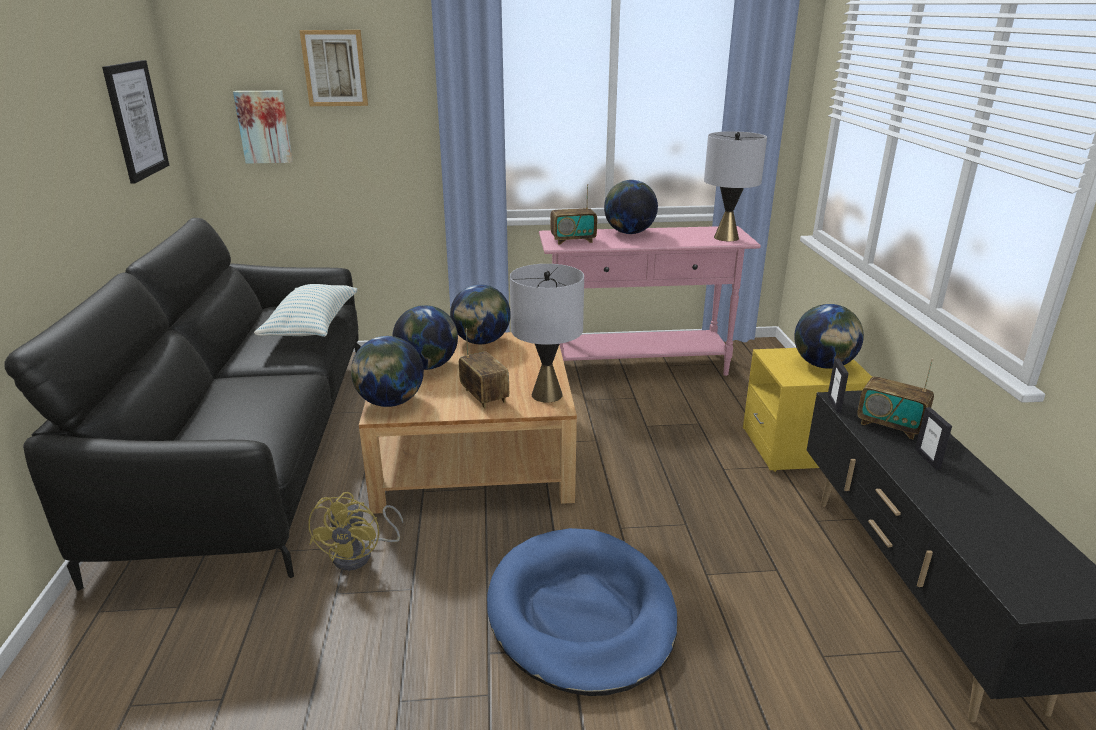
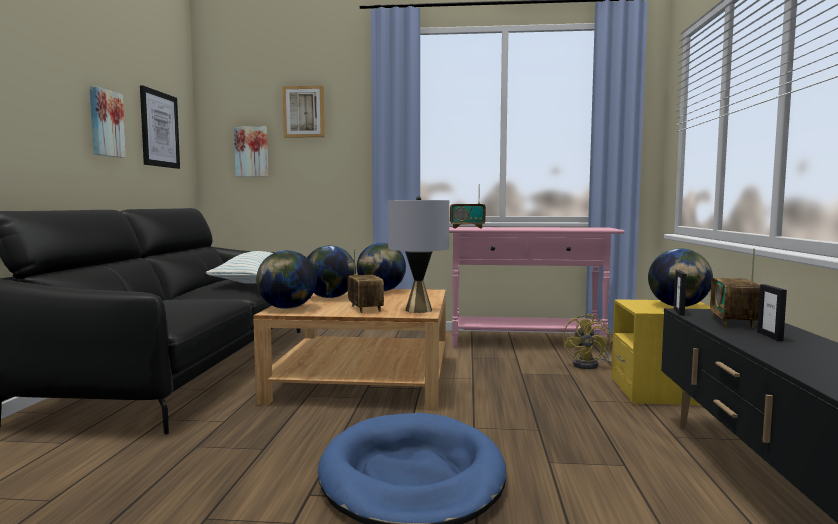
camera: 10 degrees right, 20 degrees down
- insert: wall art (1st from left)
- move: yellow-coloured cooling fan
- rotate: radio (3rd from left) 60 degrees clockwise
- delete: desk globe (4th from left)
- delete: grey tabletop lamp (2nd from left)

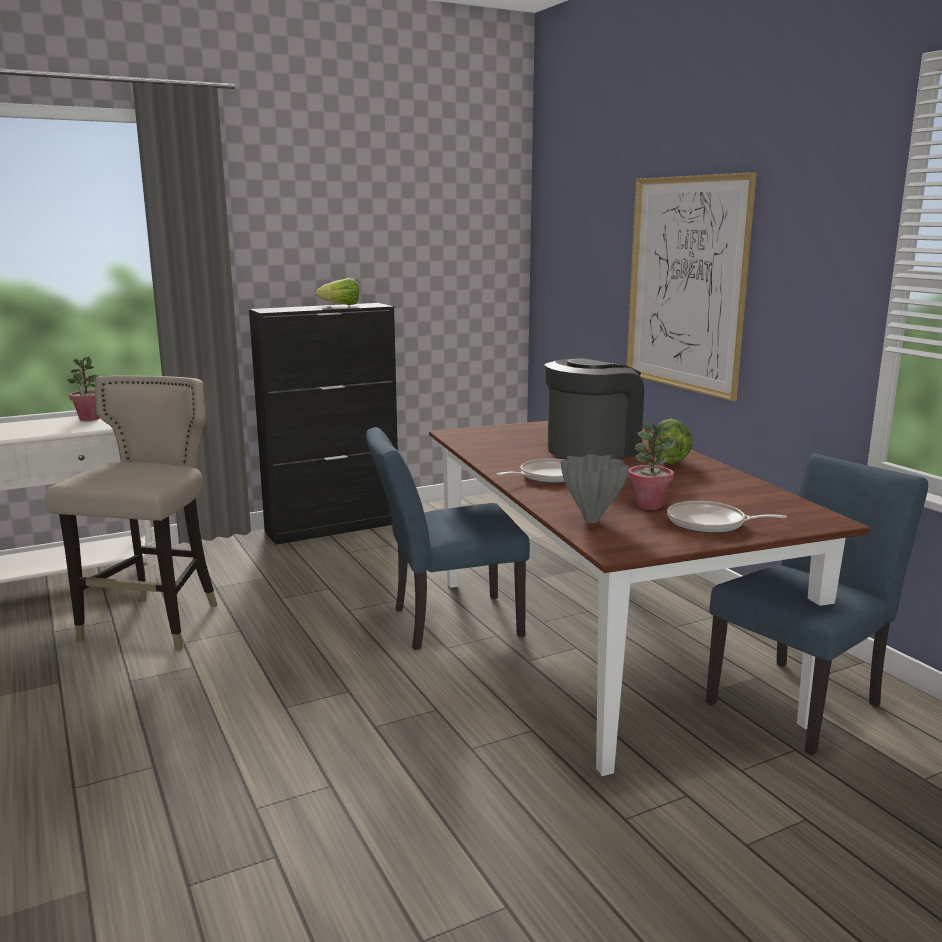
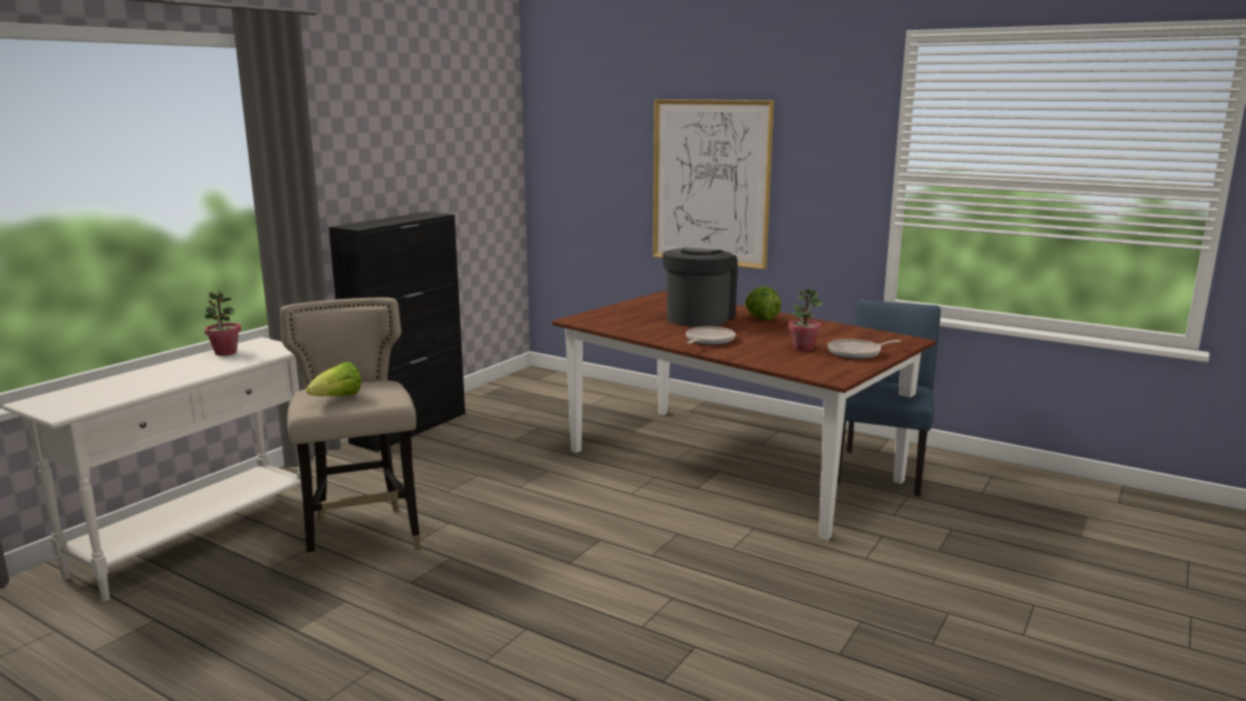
camera: 30 degrees left, 0 degrees up
- move: head of lettuce (1st from left)
- delete: blue chair (1st from left)
- delete: grey vase

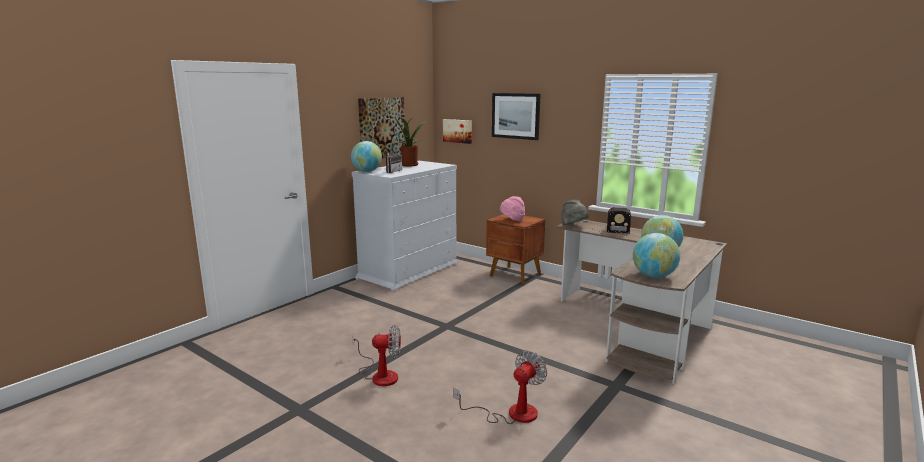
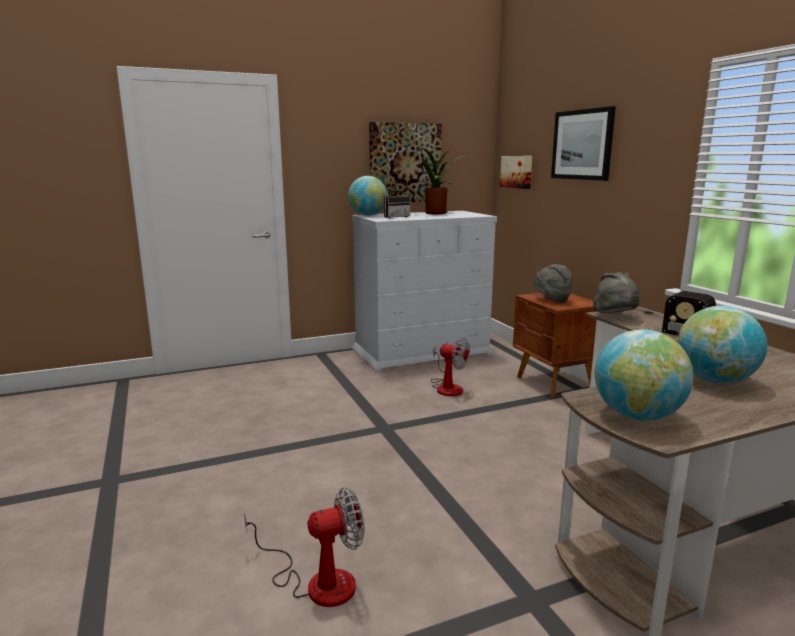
camera: 30 degrees right, 0 degrees up
- move: cooling fan (1st from left in the first image) to cooling fan (2nd from left)
- recolor: pink wearable hat to grey wearable hat (1st from left)

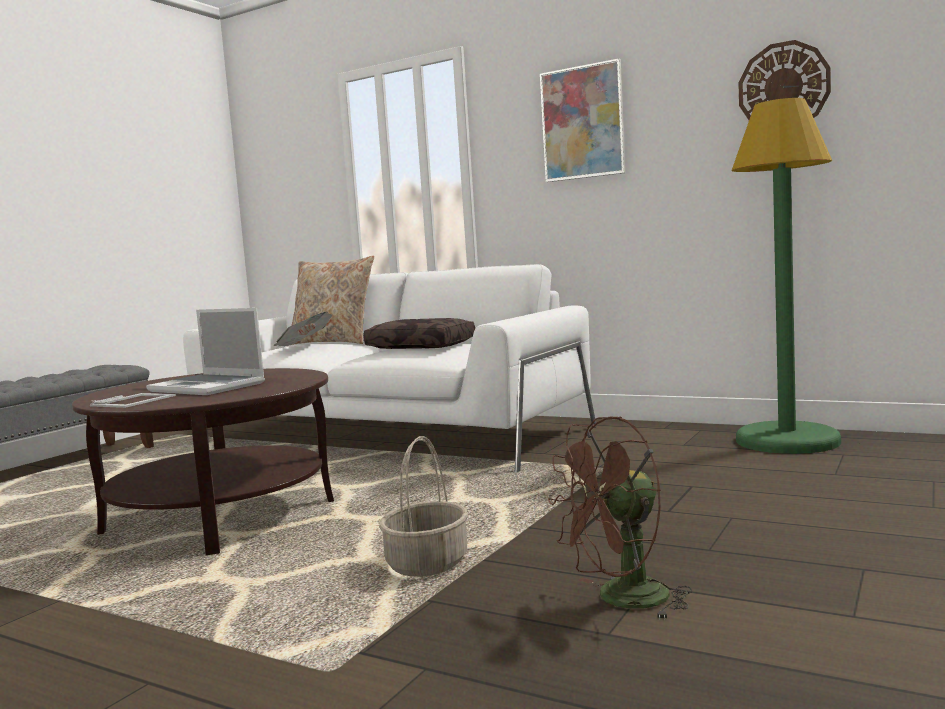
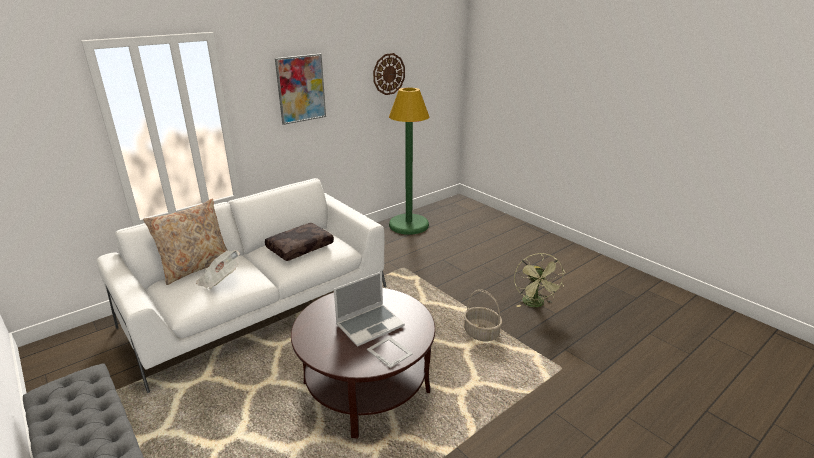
camera: 70 degrees left, 20 degrees up
- recolor: brown-coloured cooling fan to greenish cooling fan

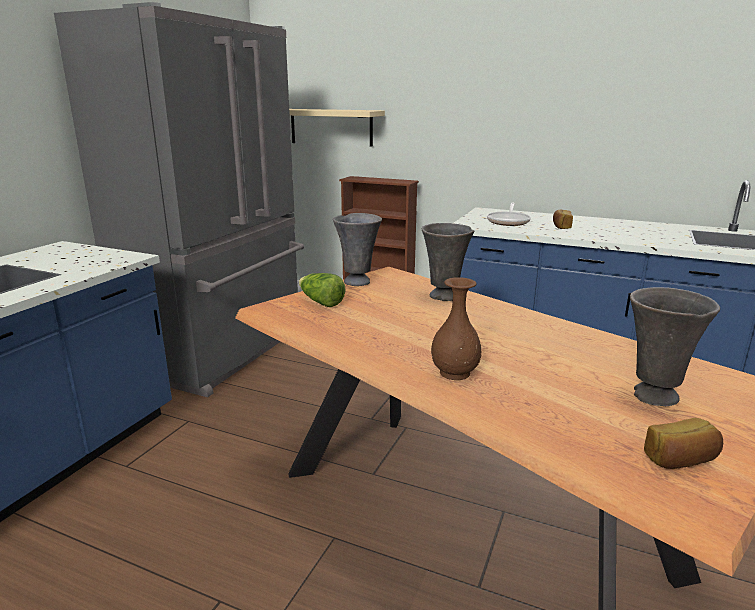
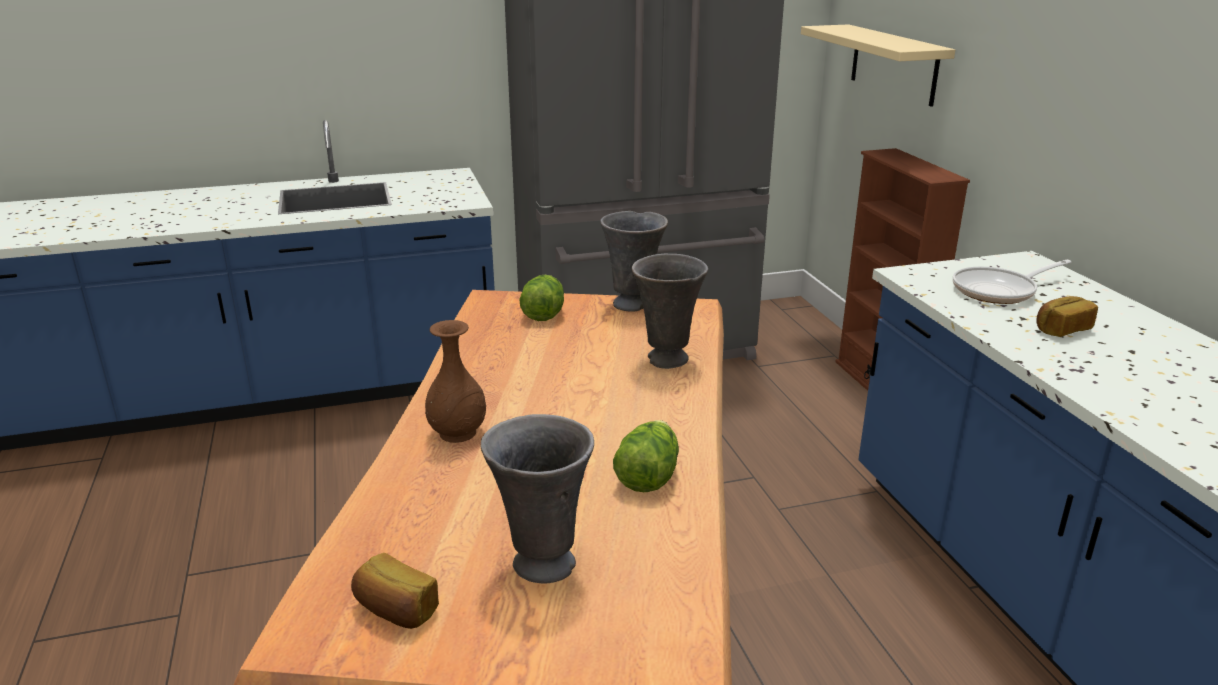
camera: 50 degrees right, 5 degrees up
- insert: head of lettuce (2nd from left)

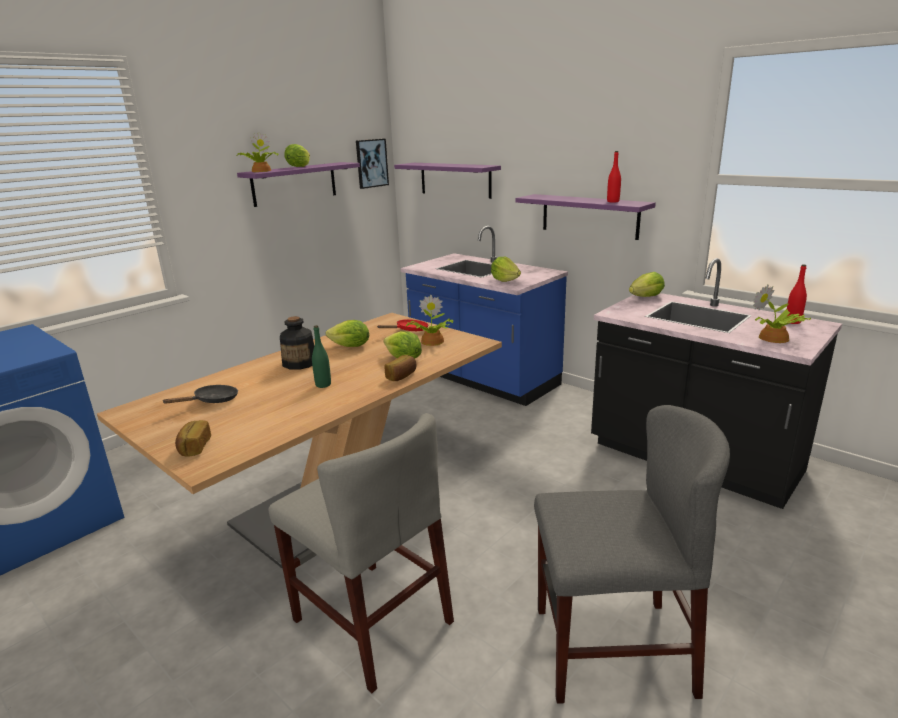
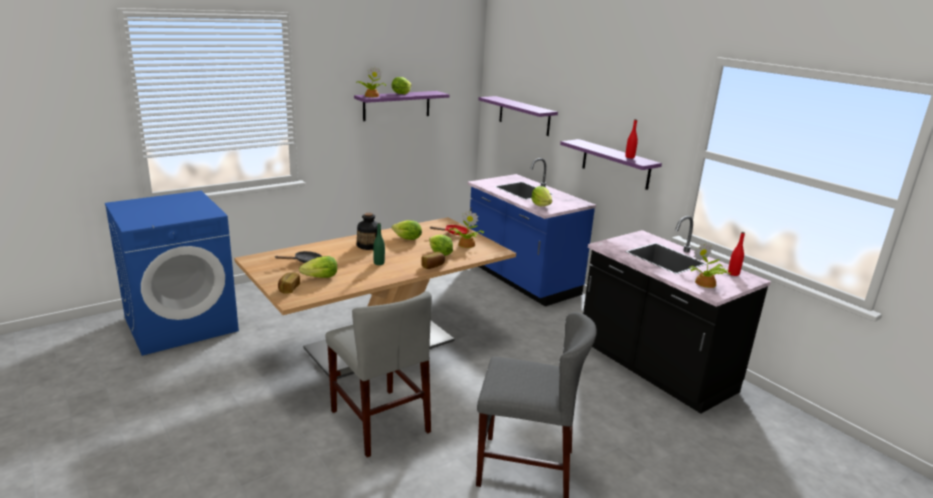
camera: 10 degrees right, 0 degrees up
- move: head of lettuce (5th from left in the first image) to head of lettuce (1st from left)
- delete: wall art

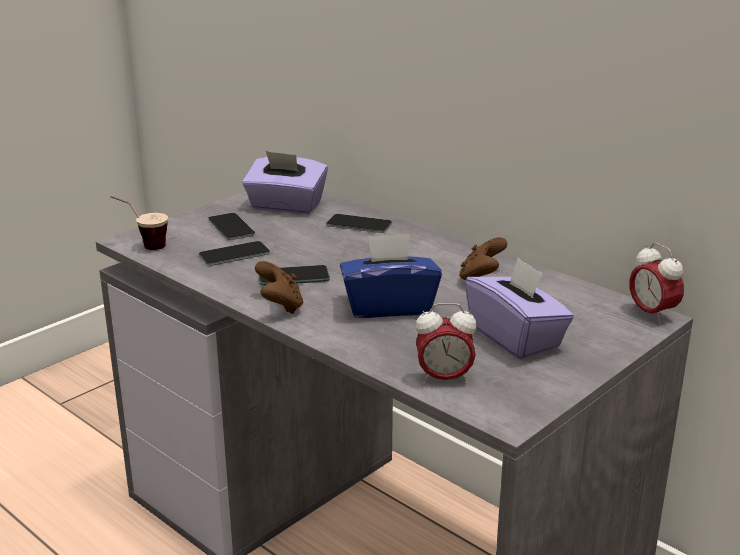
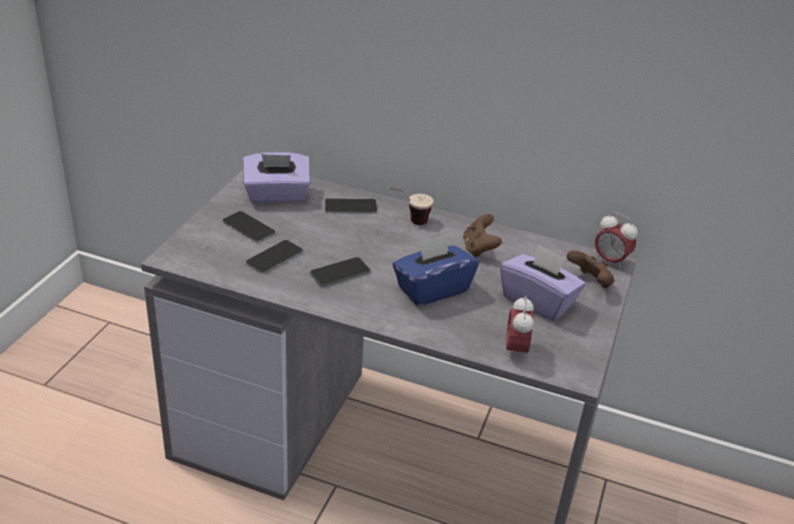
camera: 25 degrees left, 10 degrees up
- move: cup
- rotate: alarm clock (1st from left) 120 degrees clockwise
- move: brown-coloured gamepad (1st from left in the first image) to brown-coloured gamepad (2nd from left)

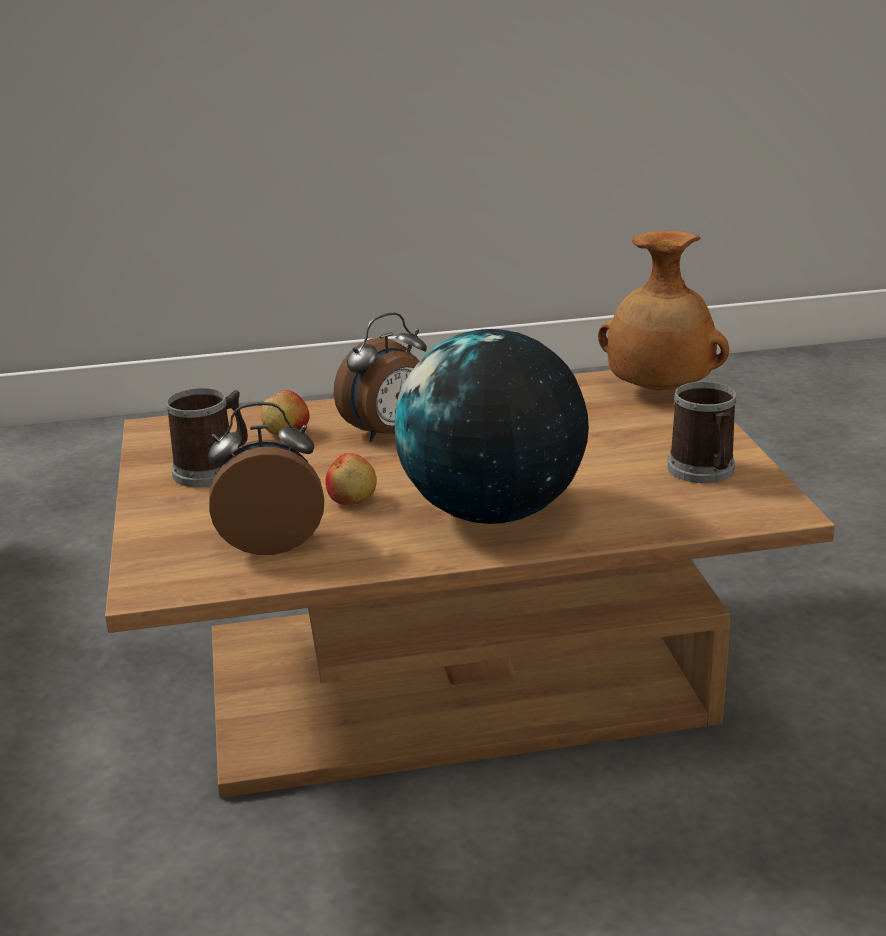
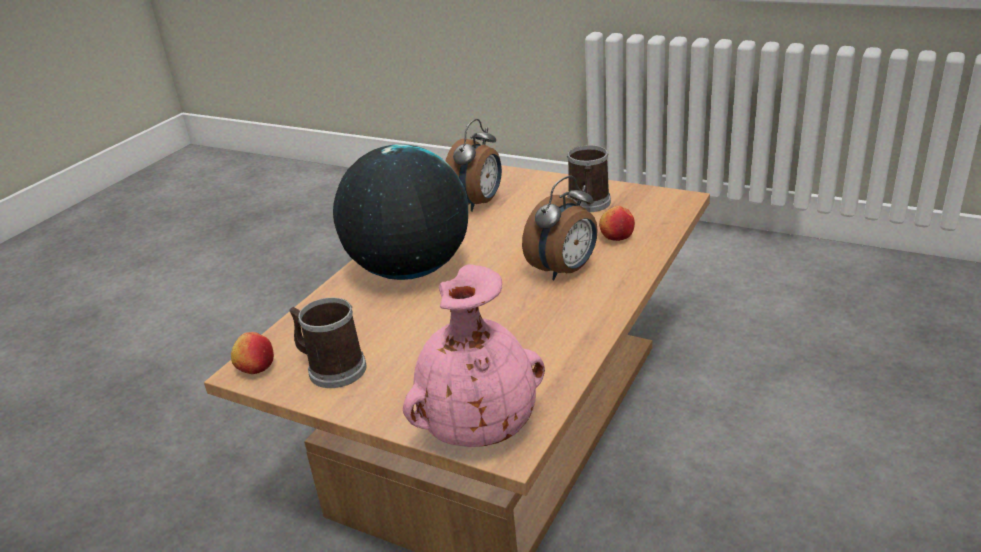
camera: 130 degrees right, 5 degrees up
- move: whole apple (2nd from left in the first image) to whole apple (1st from left)
- recolor: brown-coloured vase to pink vase
- rotate: alarm clock (2nd from left) 135 degrees counterclockwise

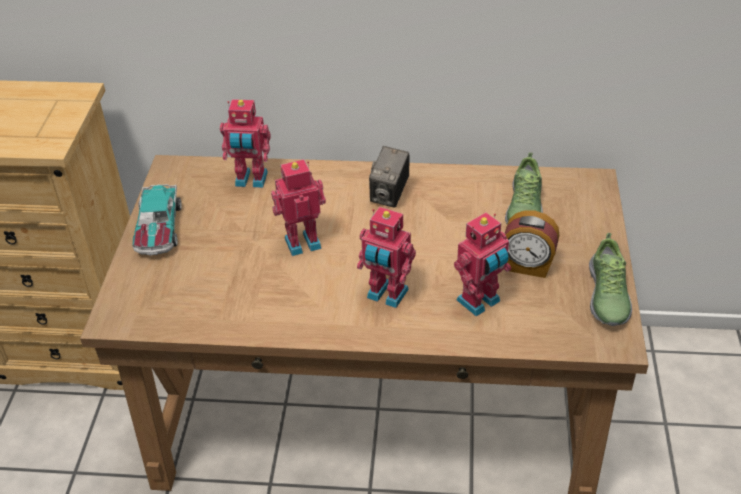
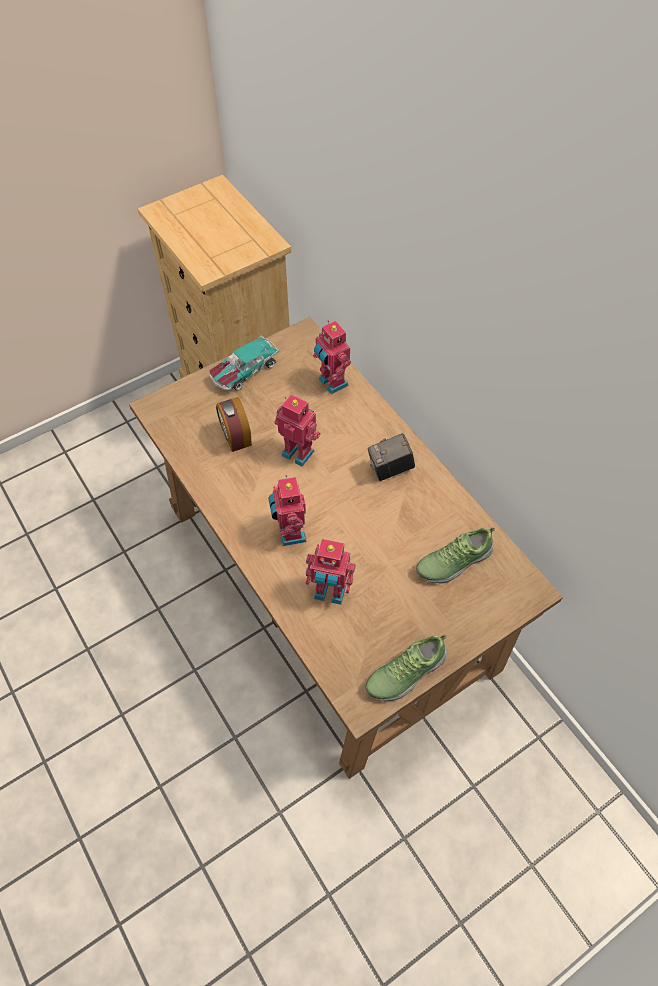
camera: 50 degrees right, 15 degrees up
- move: alarm clock

